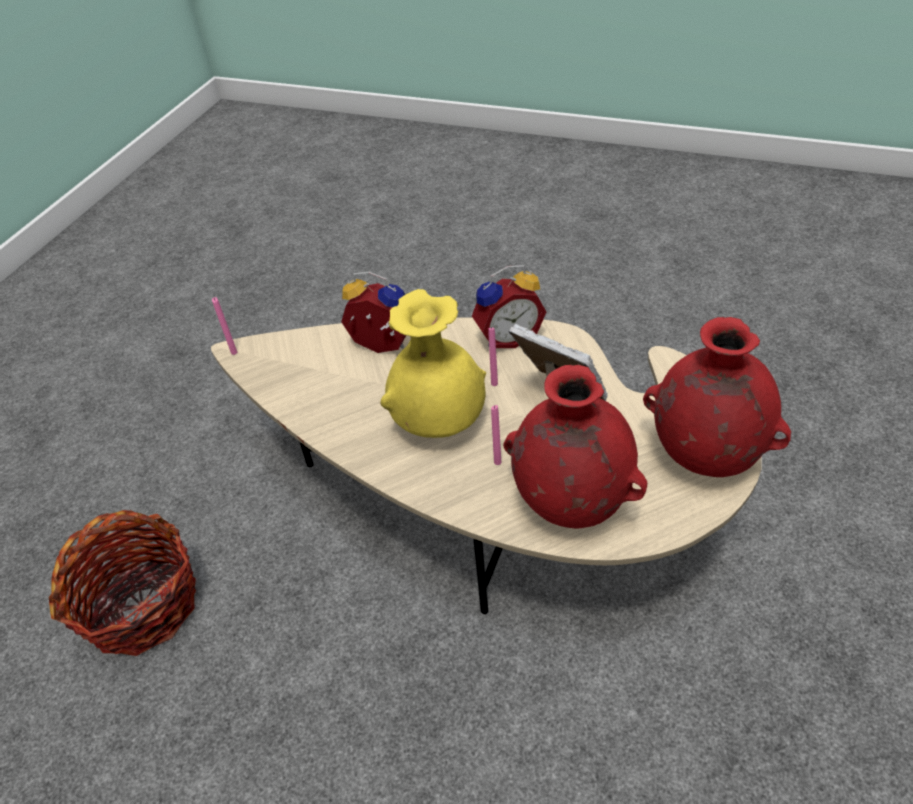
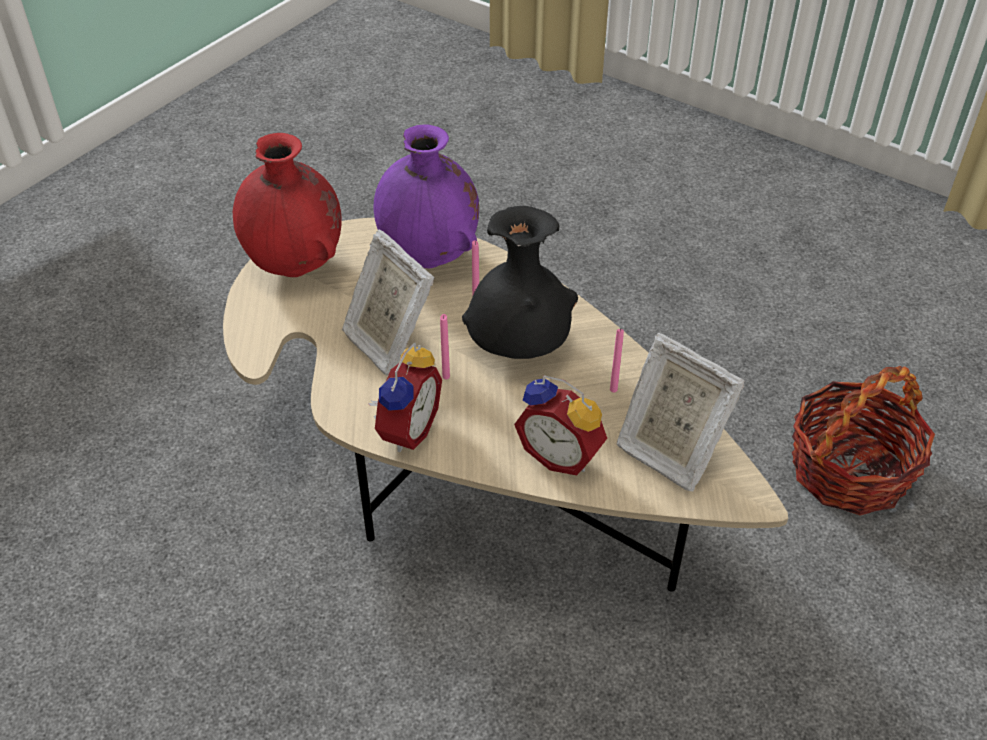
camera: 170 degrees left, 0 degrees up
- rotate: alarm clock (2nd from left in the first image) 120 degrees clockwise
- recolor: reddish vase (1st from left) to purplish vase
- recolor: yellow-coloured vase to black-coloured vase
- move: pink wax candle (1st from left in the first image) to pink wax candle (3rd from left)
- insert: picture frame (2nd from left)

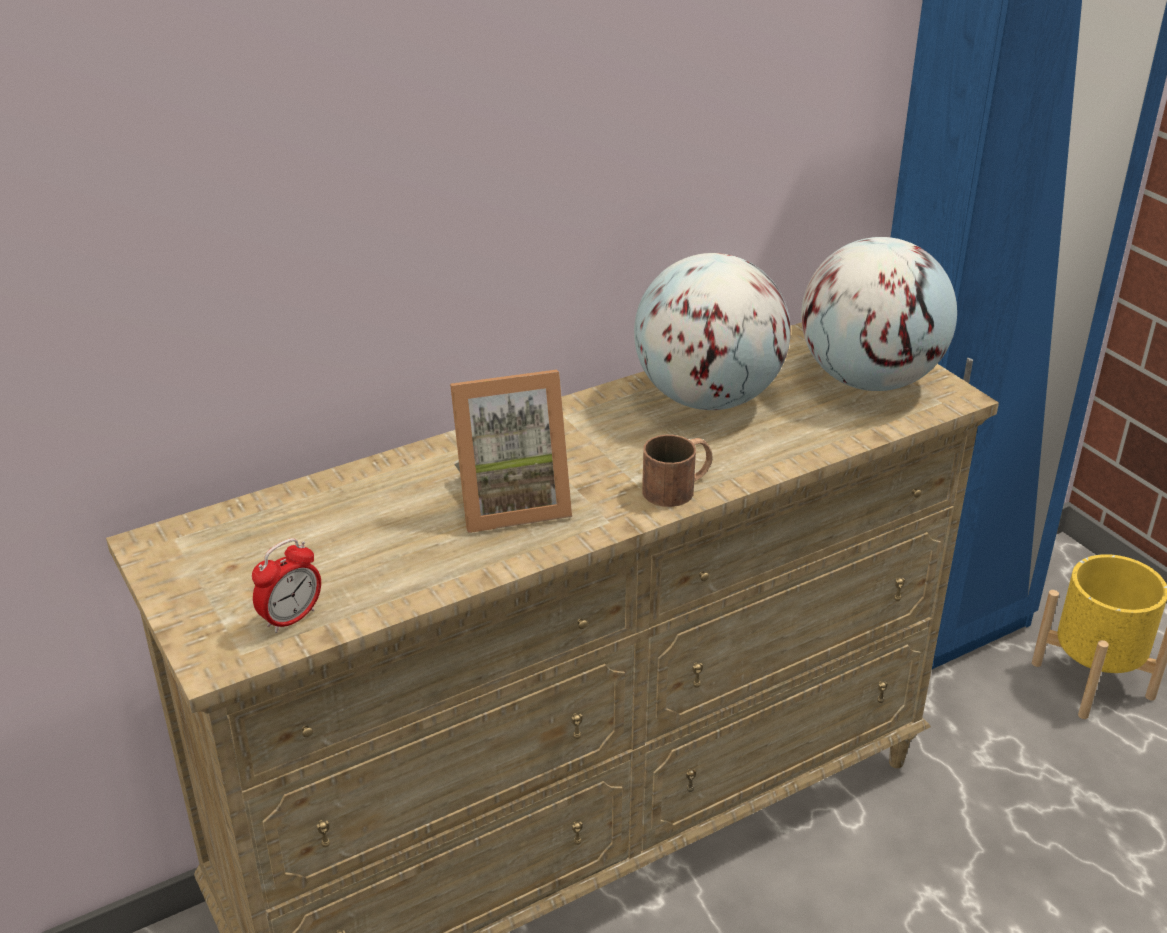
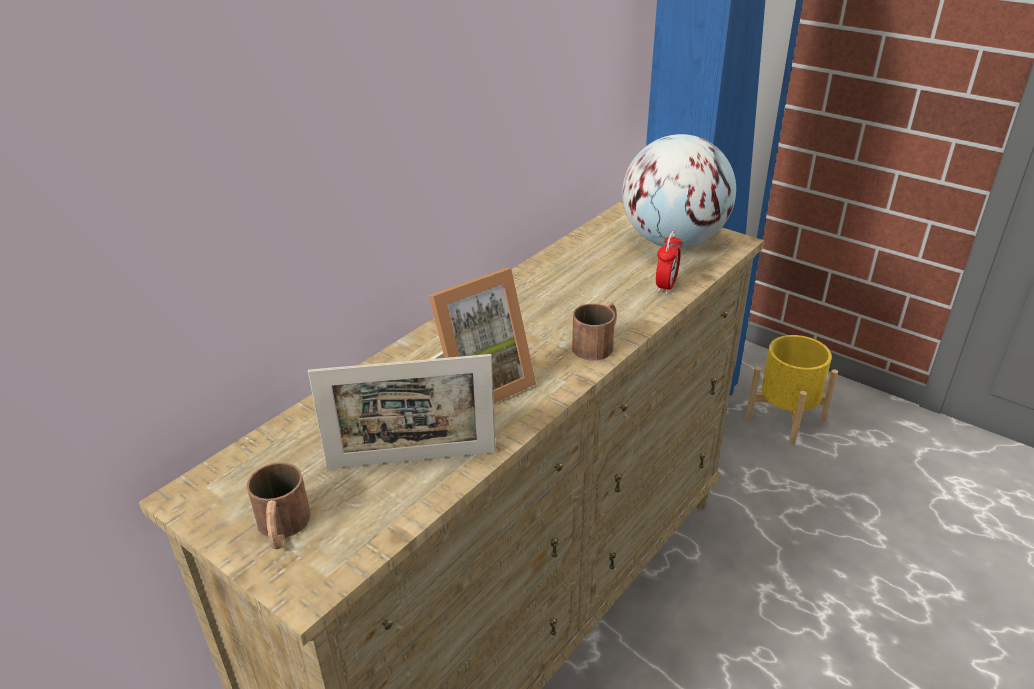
camera: 20 degrees left, 0 degrees up
- insert: brown-coloured coffee mug (1st from left)
- insert: picture frame (1st from left)
- move: alarm clock
- delete: desk globe (1st from left)

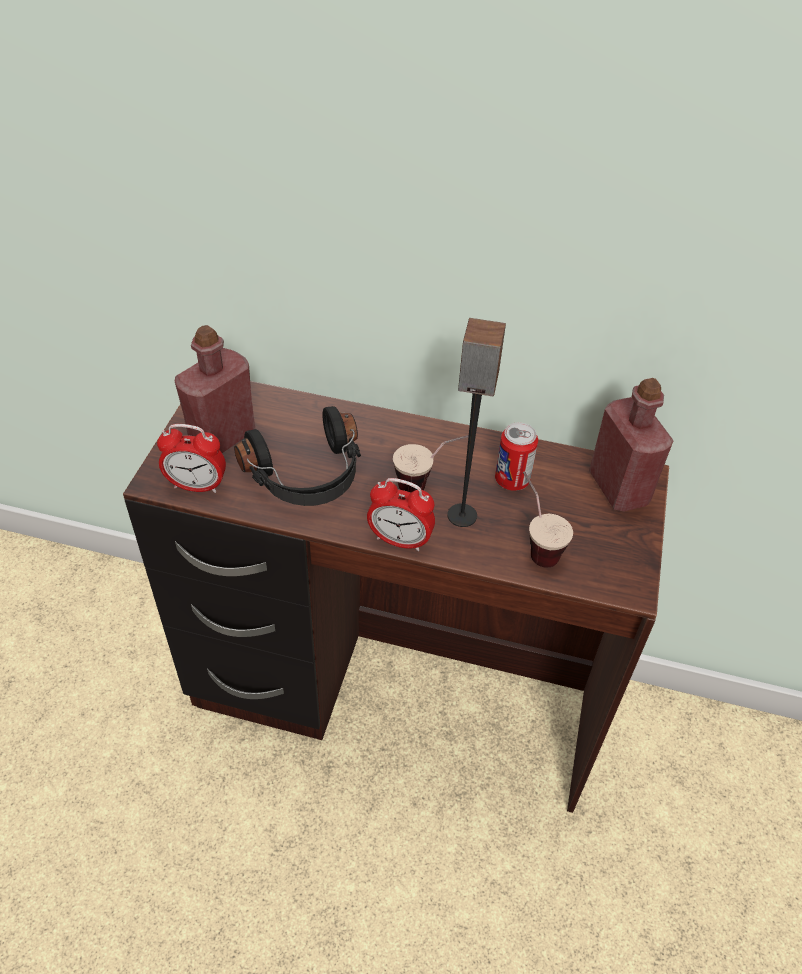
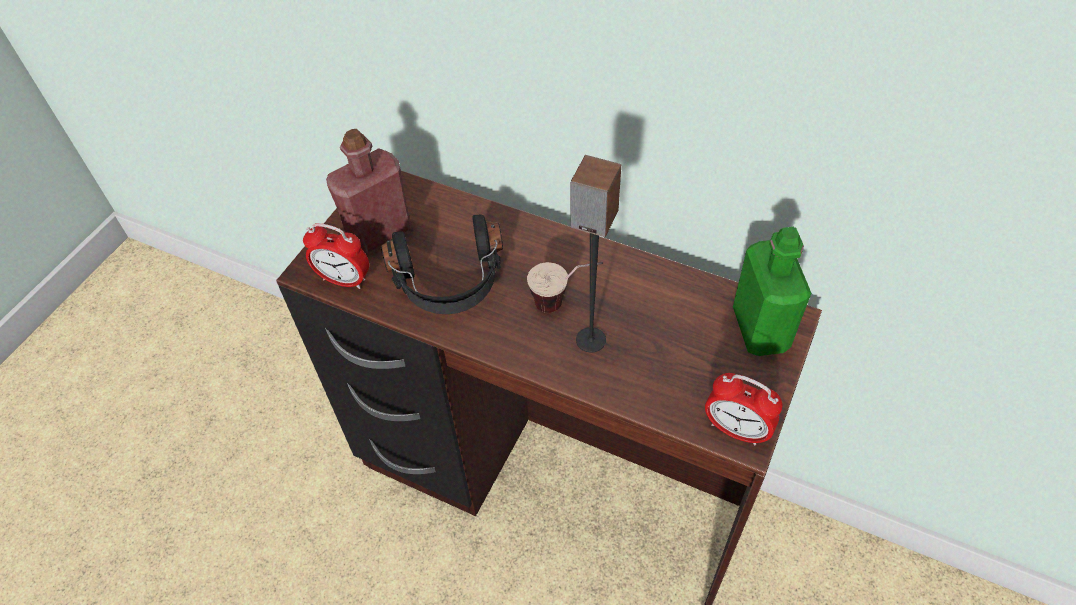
camera: 15 degrees right, 5 degrees up
- move: alarm clock (2nd from left)
- recolor: reddish drink bottle (2nd from left) to greenish drink bottle
- delete: metal can
- delete: cup (2nd from left)

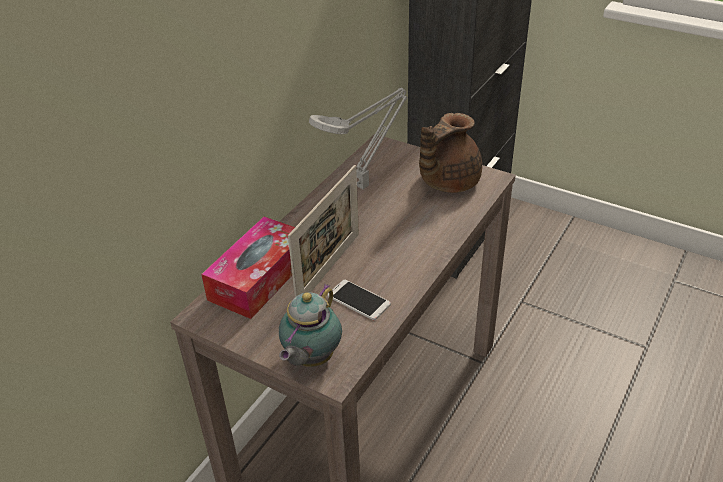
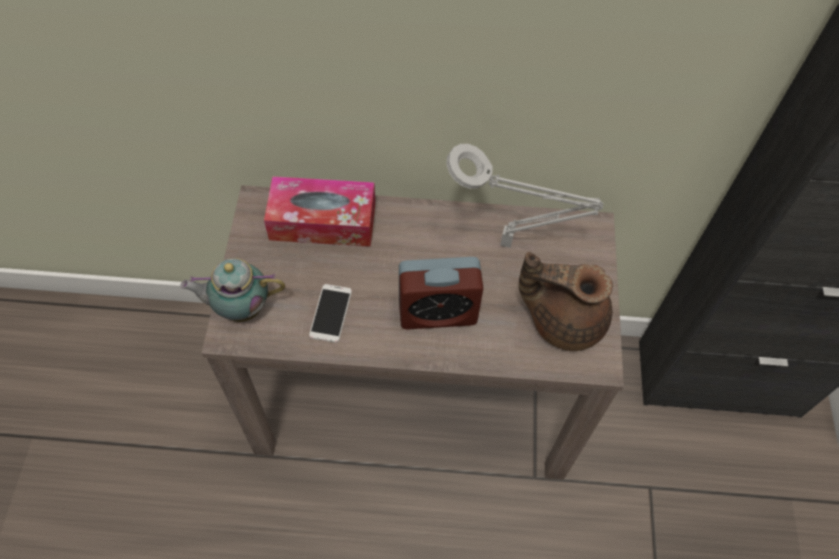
camera: 60 degrees right, 20 degrees up
- insert: alarm clock
- delete: picture frame

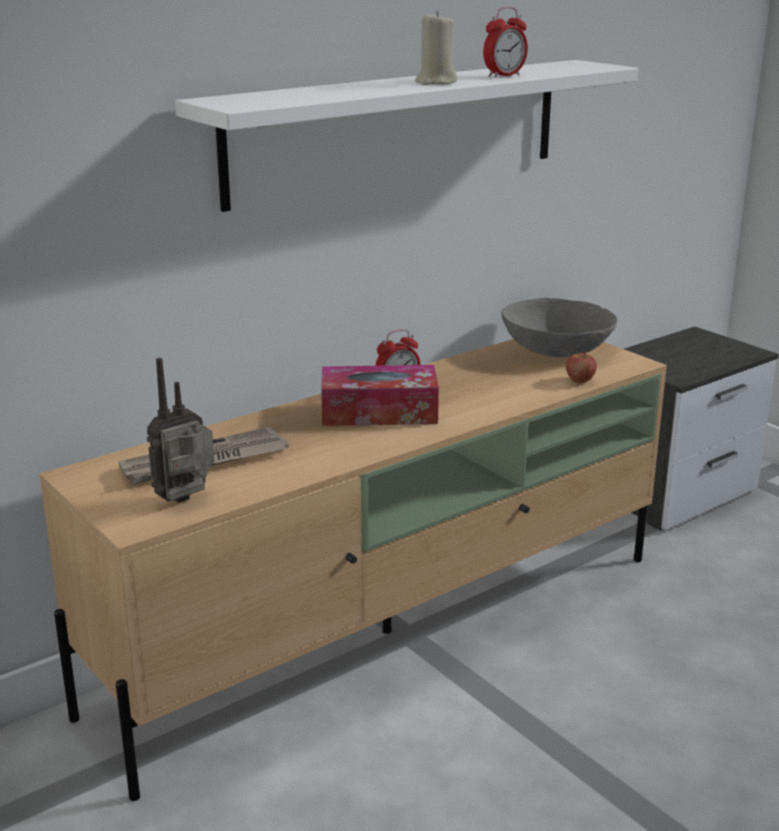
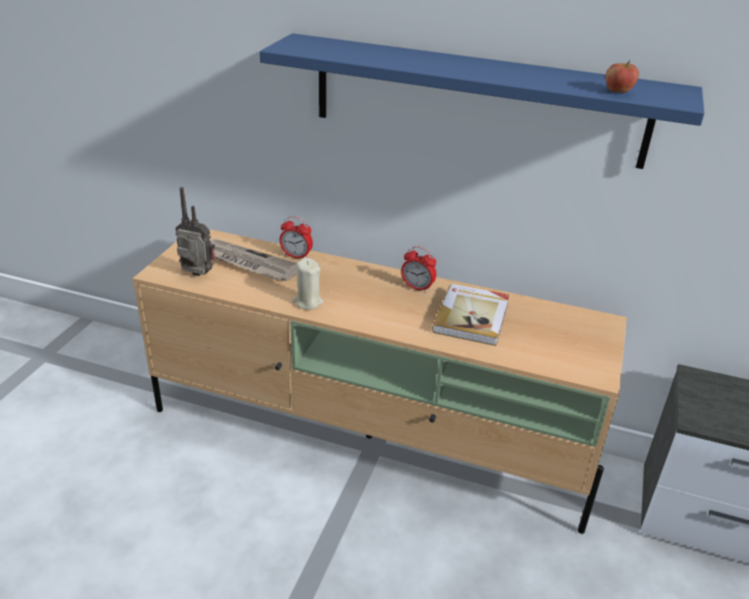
camera: 55 degrees right, 10 degrees up
- recolor: white bracket shelf to blue bracket shelf
- move: alarm clock (2nd from left in the first image) to alarm clock (1st from left)
- move: beige wax candle
- insert: volume
- move: whole apple
- delete: tissue holder
- delete: grey deep dish

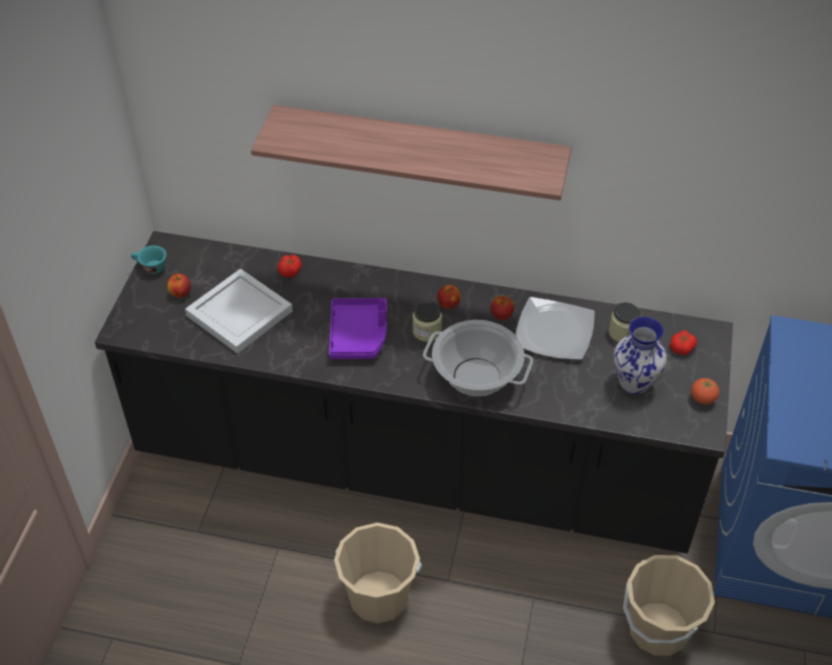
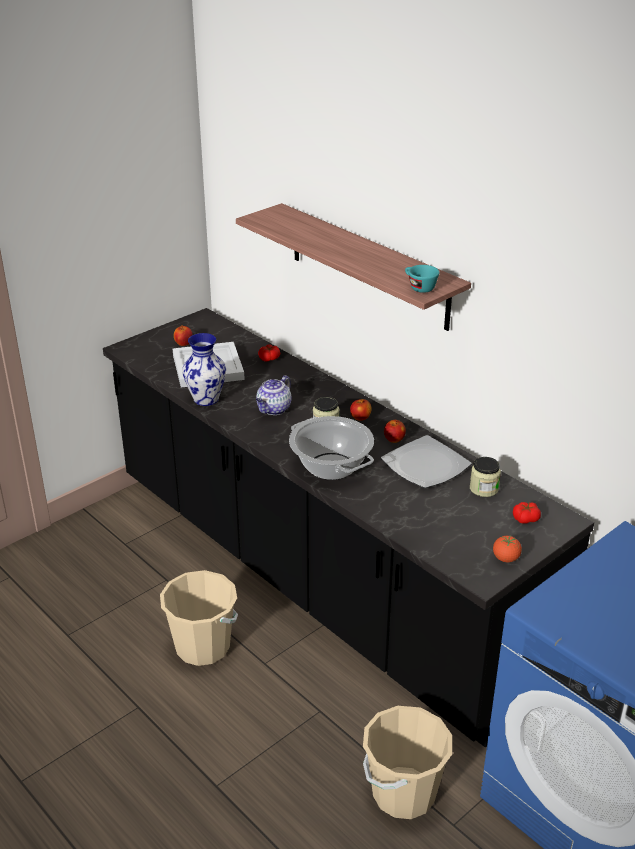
camera: 35 degrees right, 15 degrees down
- move: vase
- replace: purplish tray to teapot
- move: turquoise cup

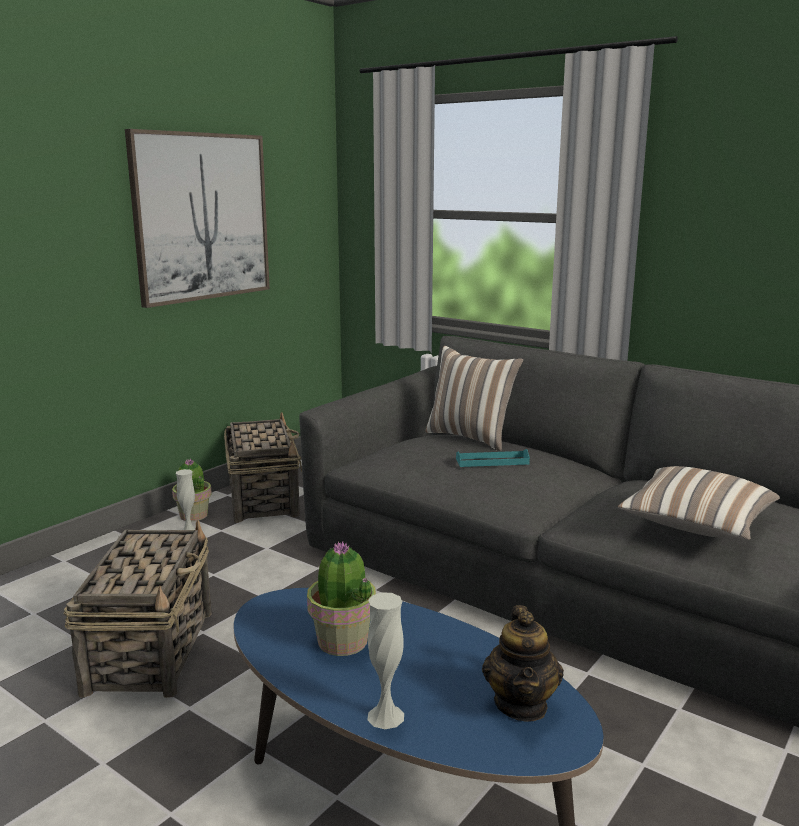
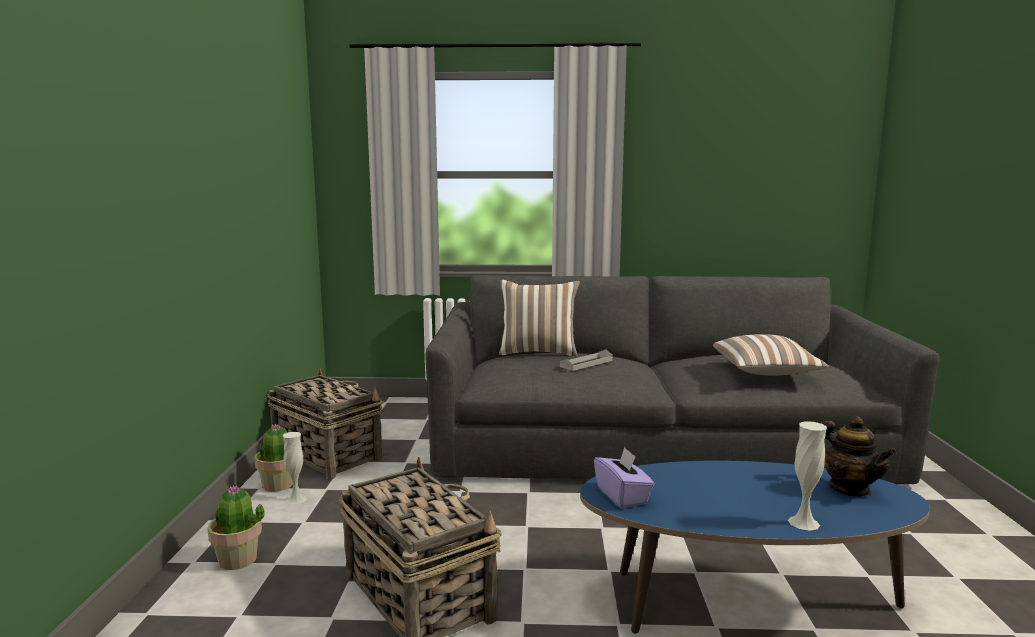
camera: 35 degrees left, 5 degrees down
- move: plant in a pot (2nd from left in the first image) to plant in a pot (1st from left)
- recolor: turquoise tray to grey tray
- insert: purplish tissue holder
- delete: wall art

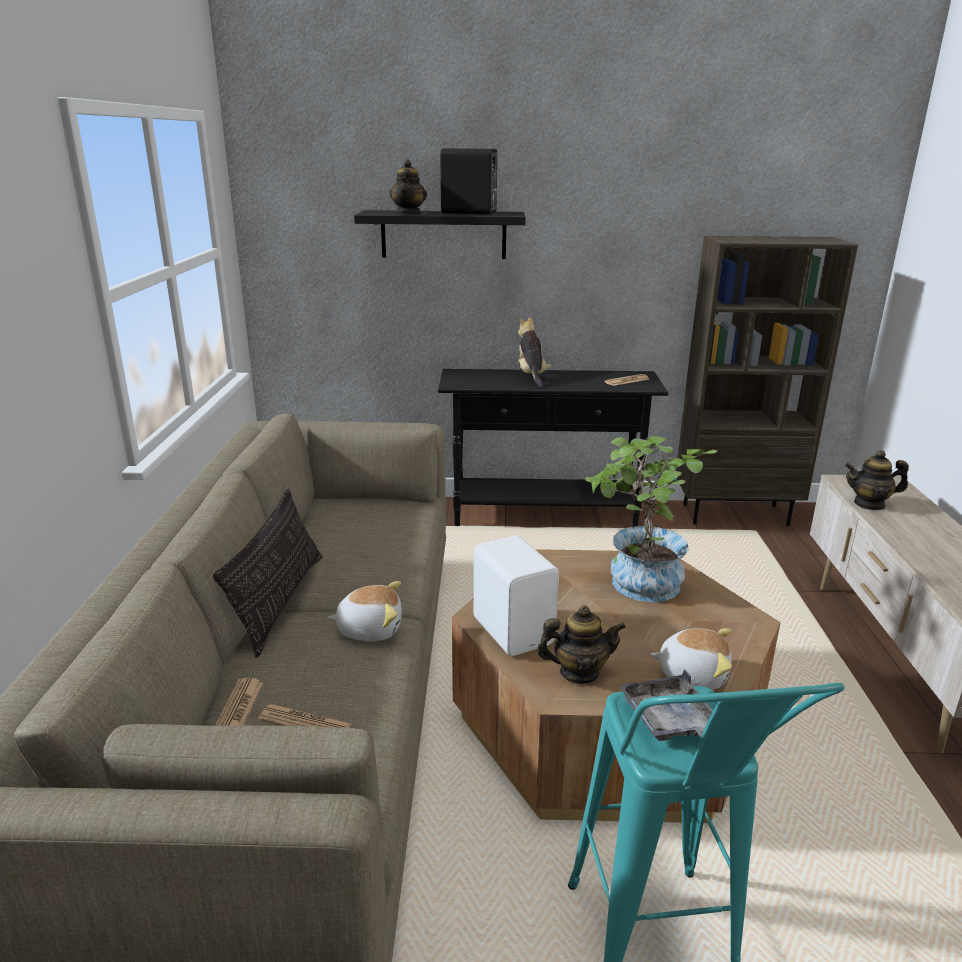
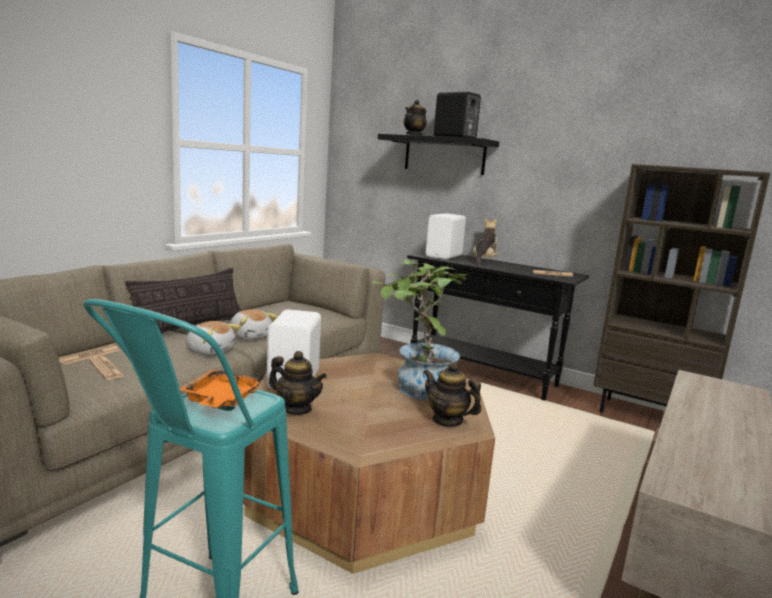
camera: 30 degrees right, 10 degrees down
- recolor: grey tray to orangey tray
- move: cuddly toy (3rd from left in the first image) to cuddly toy (2nd from left)
- move: teapot (3rd from left)
- insert: white loudspeaker (2nd from left)

